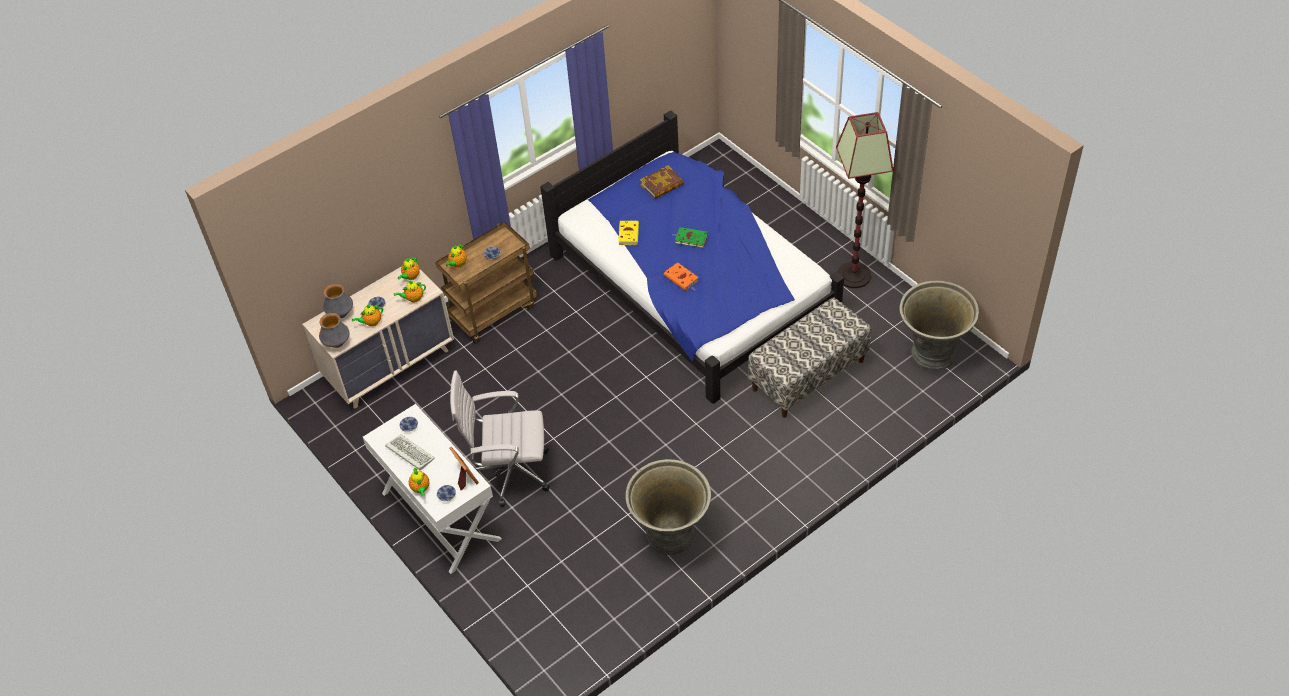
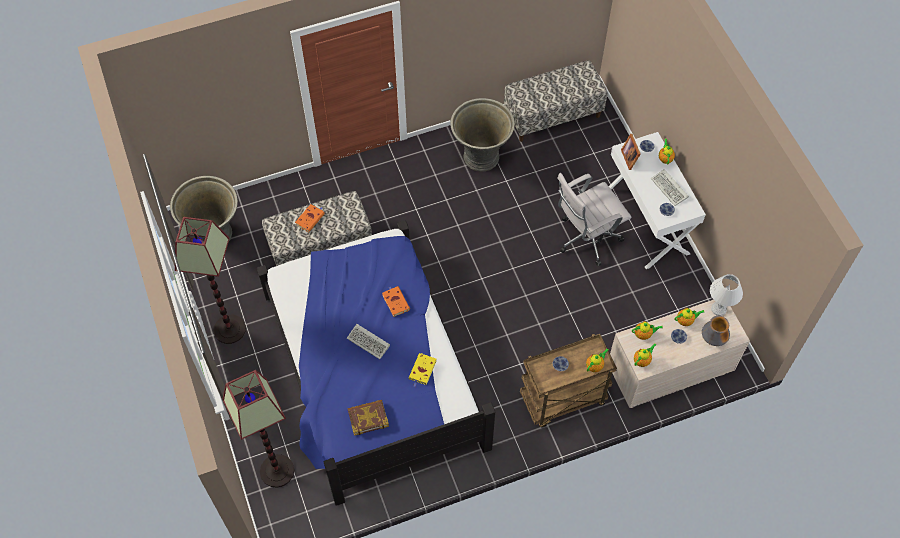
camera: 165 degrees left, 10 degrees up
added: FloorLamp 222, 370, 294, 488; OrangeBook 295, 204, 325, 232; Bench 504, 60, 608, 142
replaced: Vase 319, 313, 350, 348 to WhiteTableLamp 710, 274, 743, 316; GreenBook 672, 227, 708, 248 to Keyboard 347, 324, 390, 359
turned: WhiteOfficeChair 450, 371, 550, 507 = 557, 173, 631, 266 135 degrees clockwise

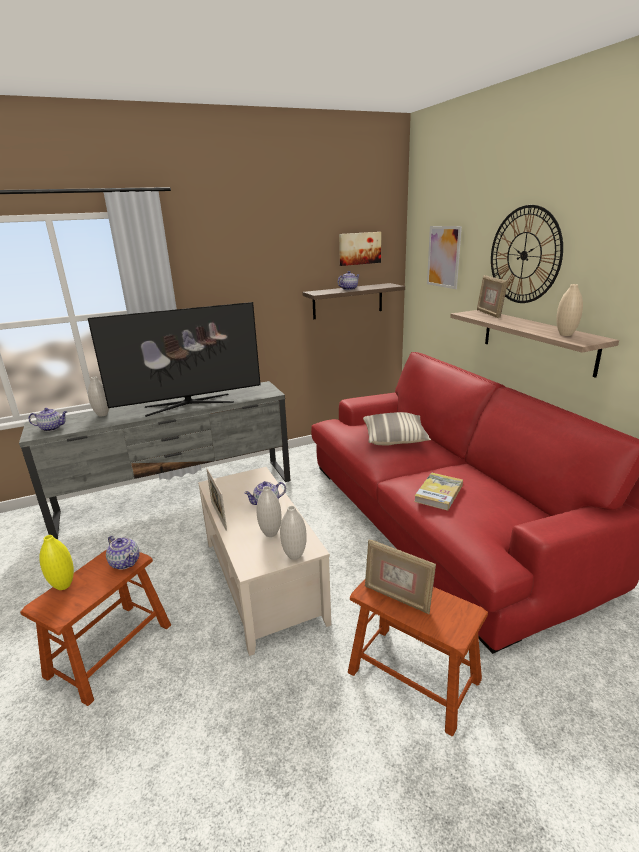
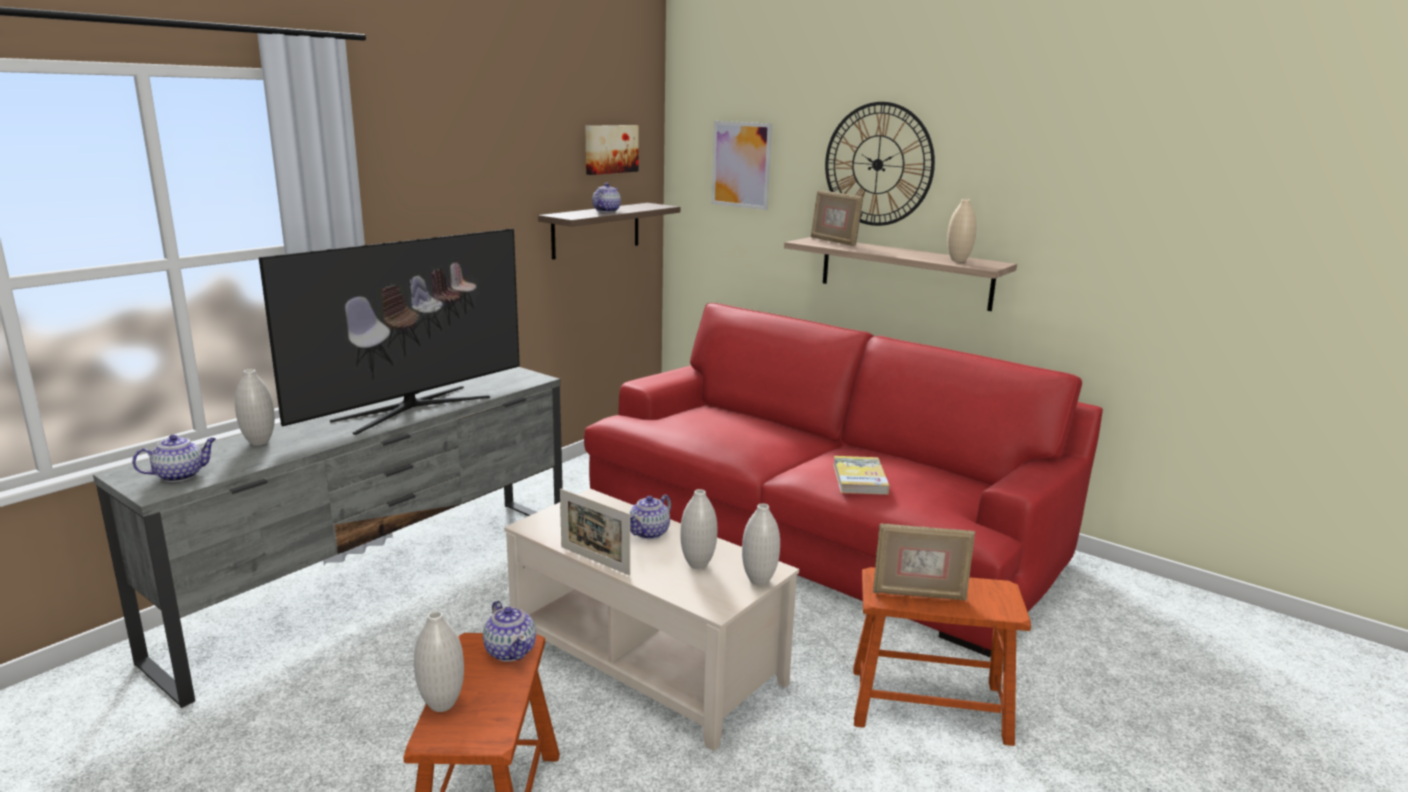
camera: 30 degrees left, 5 degrees down
removed: Pillow 363, 412, 431, 446
recoloured: YellowVase 39, 535, 74, 590 to WhiteVase 414, 611, 464, 712
turned: Teapot 106, 536, 139, 570 = 483, 601, 536, 662 45 degrees clockwise

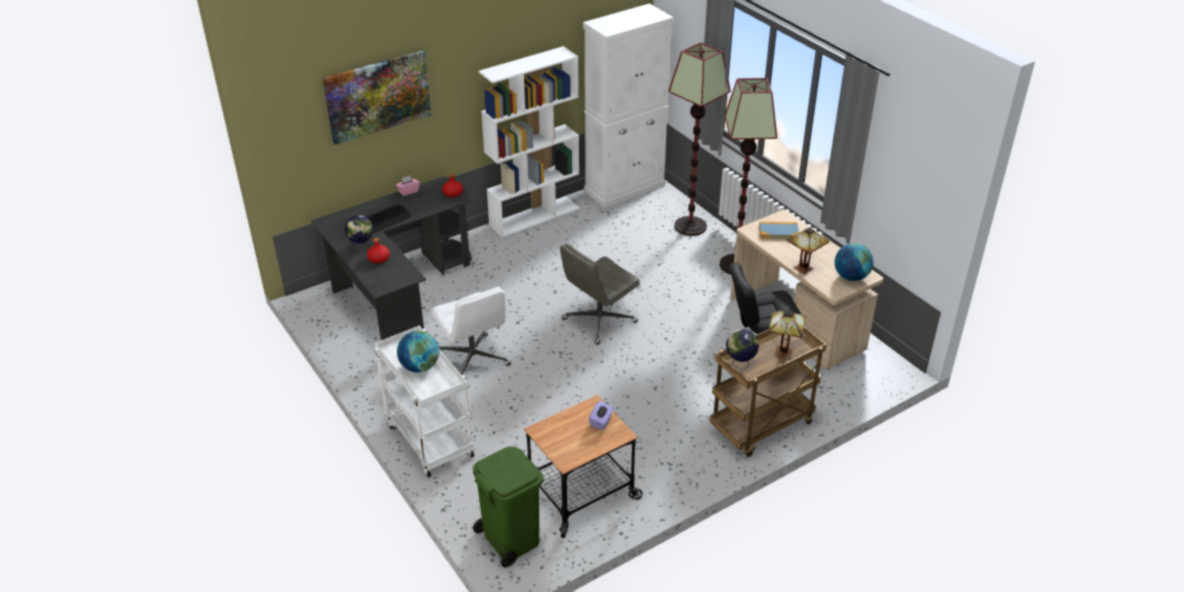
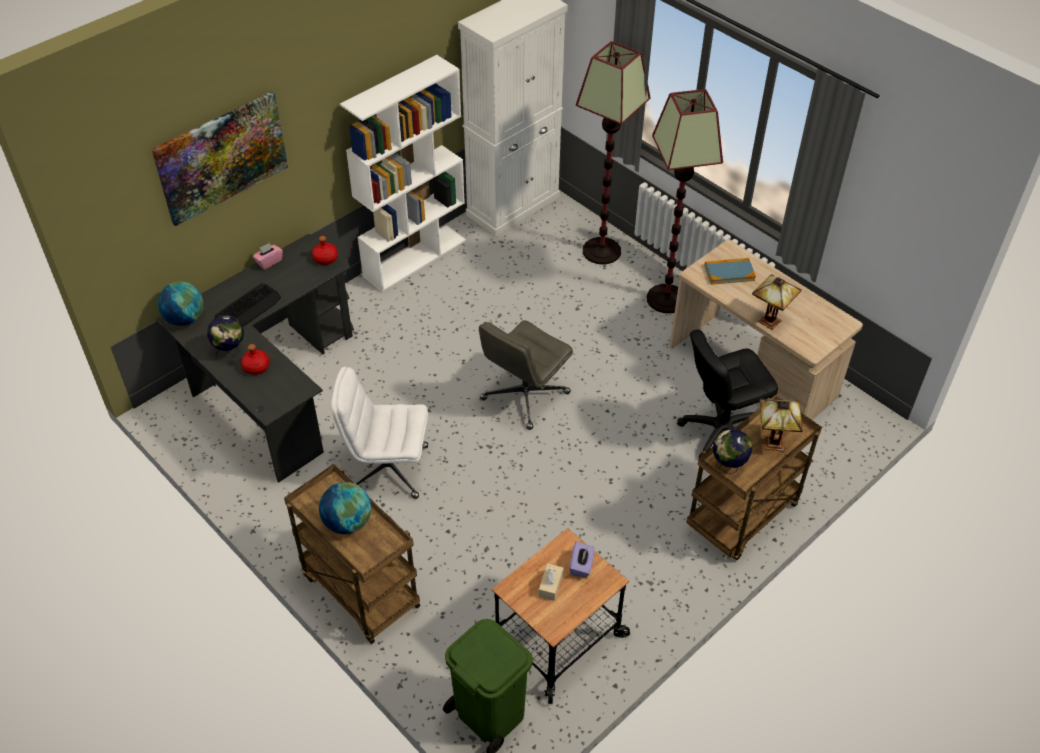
camera: 10 degrees left, 10 degrees up
added: BeigeTissueBox 538, 563, 563, 601
moved: Globe 835, 243, 873, 281 to 158, 281, 204, 326
recoloured: WhiteCart 374, 326, 474, 478 to BrownCart 284, 464, 420, 644
turned: WhiteOfficeChair 432, 287, 511, 375 = 331, 367, 428, 499 135 degrees clockwise

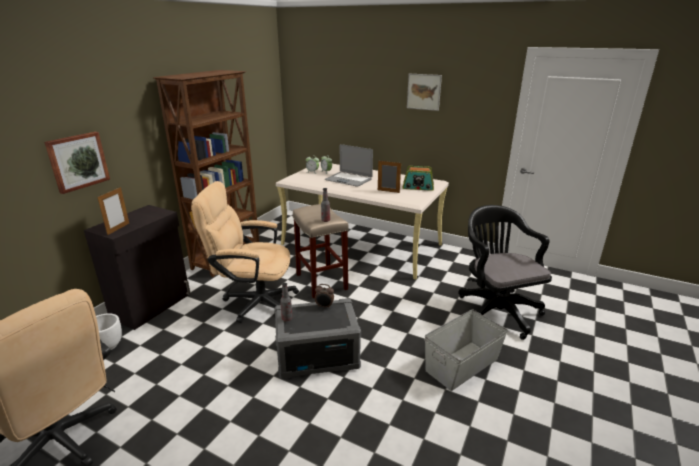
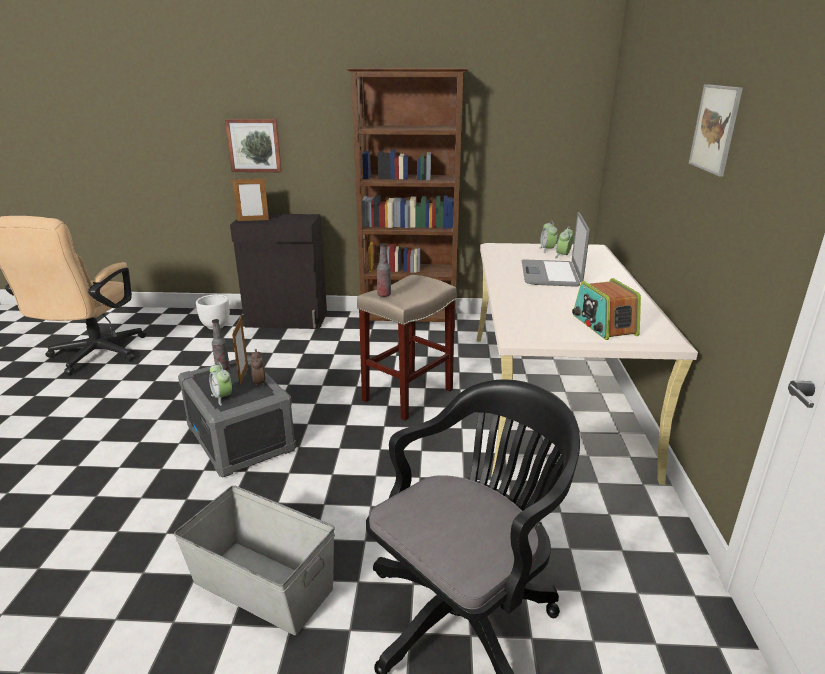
camera: 65 degrees right, 0 degrees up
removed: BeigeOfficeChair 191, 181, 299, 323
added: AlarmClock 209, 362, 232, 405
moved: PictureFrame 378, 161, 401, 193 to 232, 317, 248, 385

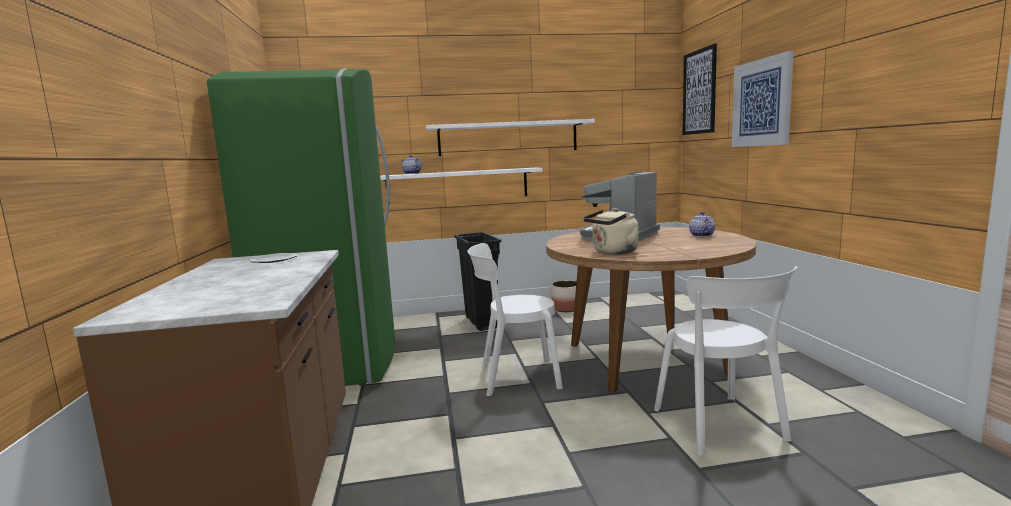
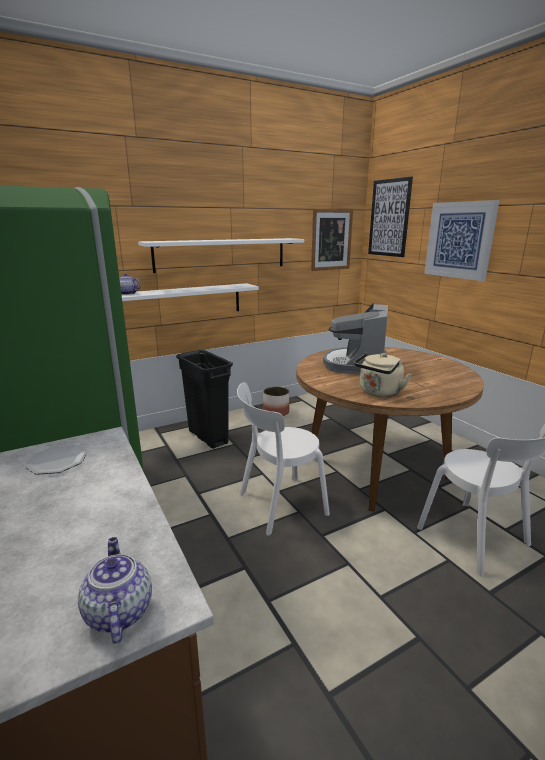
camera: 20 degrees left, 10 degrees up
added: Picture 311, 209, 353, 271
moved: Teapot 689, 212, 715, 237 to 78, 537, 152, 644

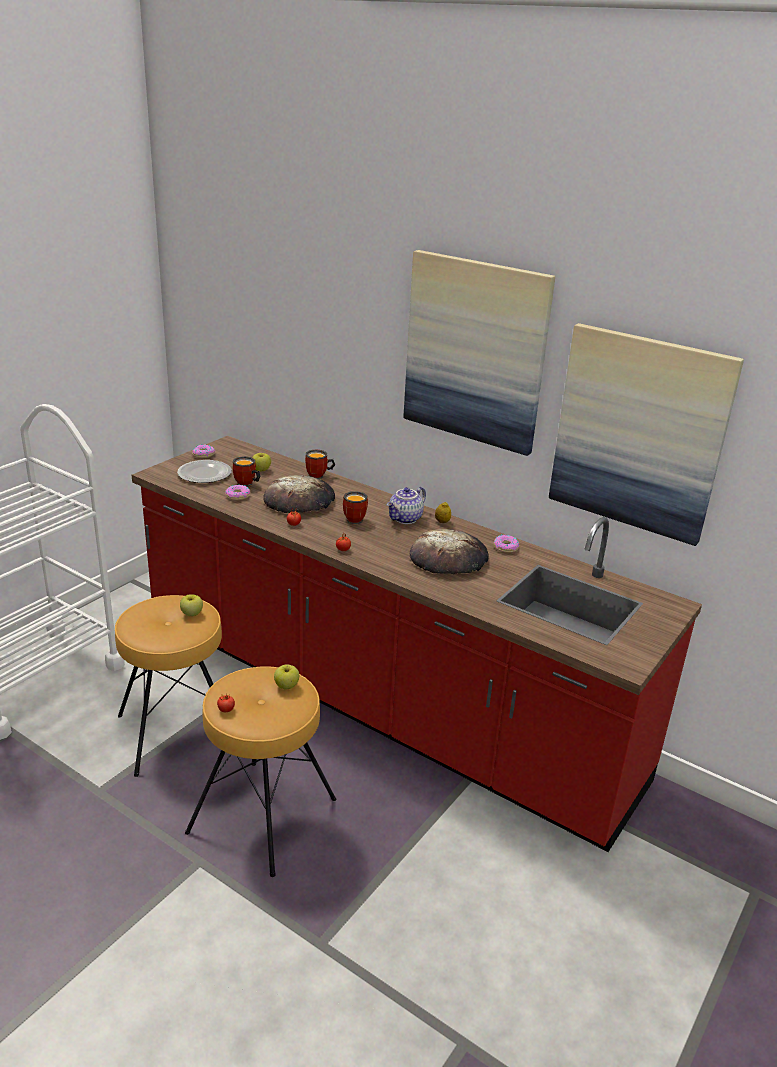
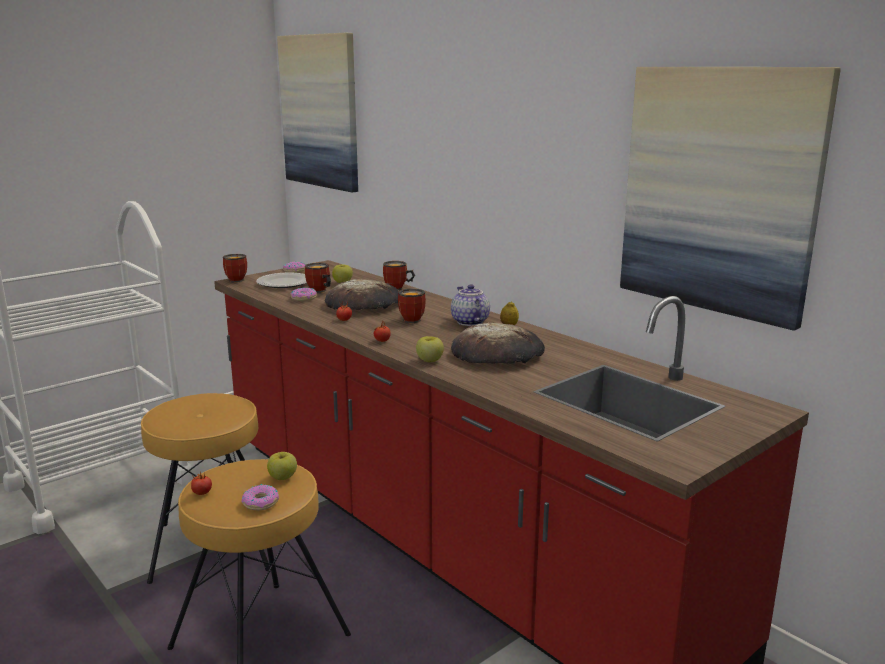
camera: 15 degrees right, 10 degrees down
added: Mug 223, 254, 247, 283
moved: Apple 180, 594, 203, 616 to 416, 336, 444, 362; Picture 403, 250, 555, 456 to 277, 33, 358, 193; Donut 494, 534, 519, 553 to 242, 484, 279, 510
turned: Teapot 386, 487, 426, 524 = 451, 284, 490, 326 105 degrees clockwise

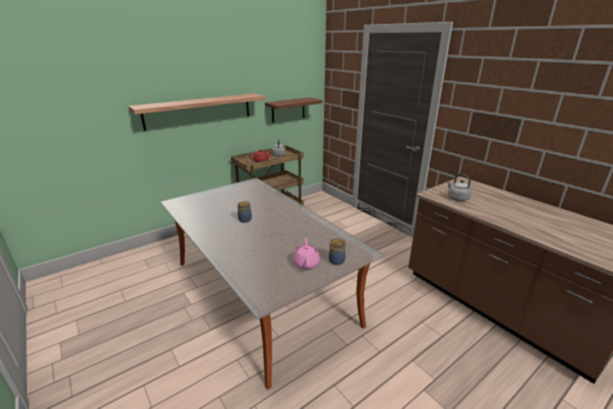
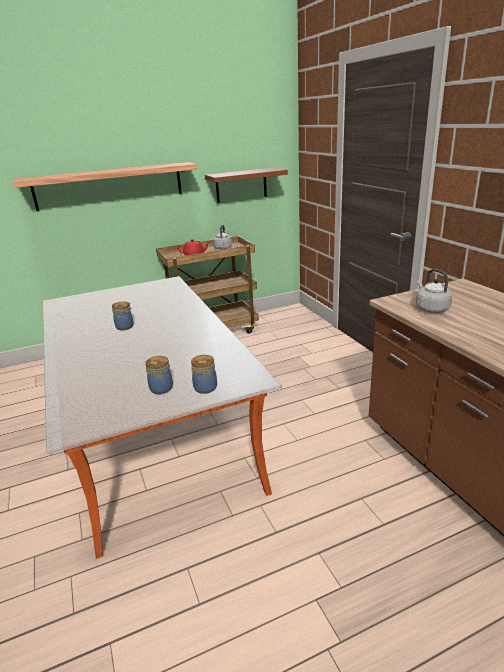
camera: 15 degrees right, 0 degrees up
replaced: PinkTeapot 293, 238, 320, 269 to Jar 145, 356, 173, 394

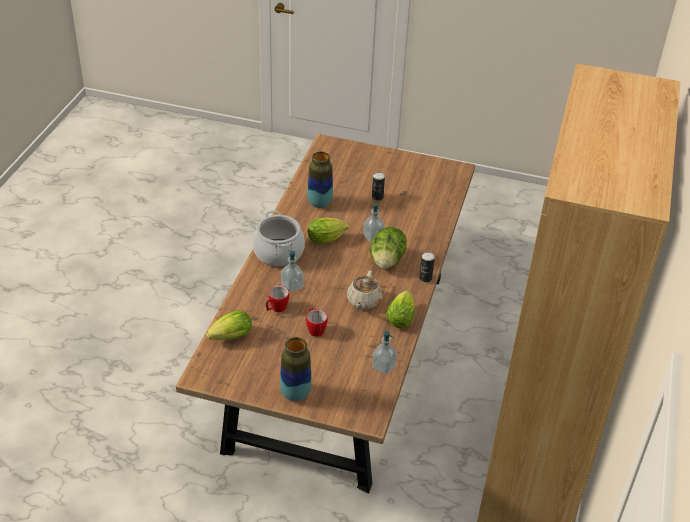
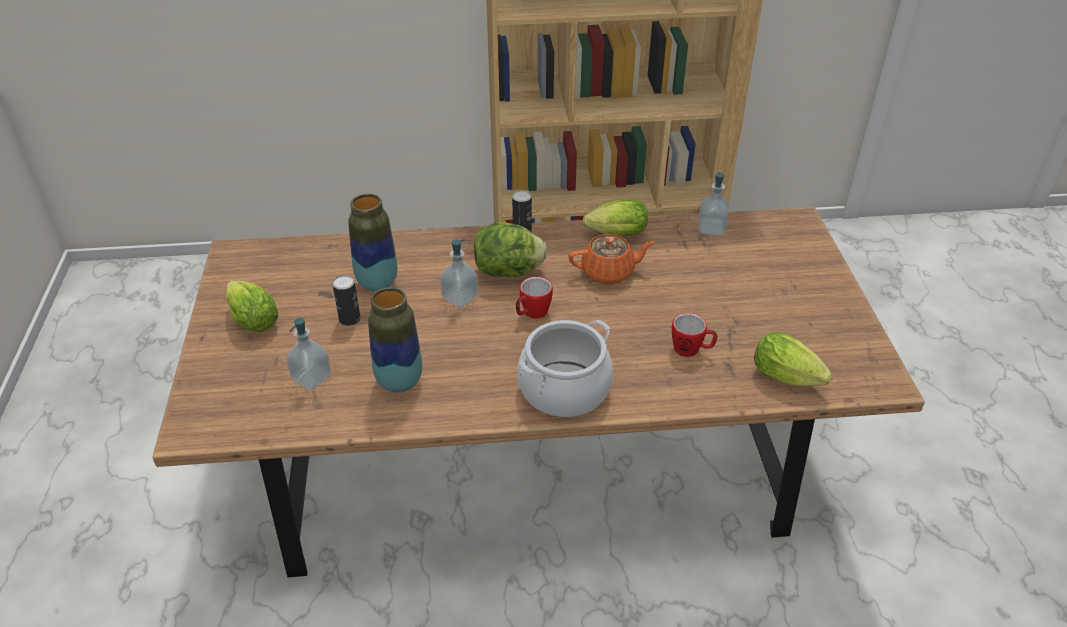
camera: 110 degrees left, 0 degrees up
moved: Vase 280, 337, 312, 401 to 348, 194, 397, 291; SoapDispenser 281, 250, 304, 292 to 286, 318, 331, 390; Mug 306, 307, 328, 337 to 516, 277, 553, 319; Lettuce 308, 218, 349, 244 to 226, 281, 278, 332
recoloured: BeigeTeapot 347, 271, 382, 309 to OrangeTeapot 568, 234, 655, 284

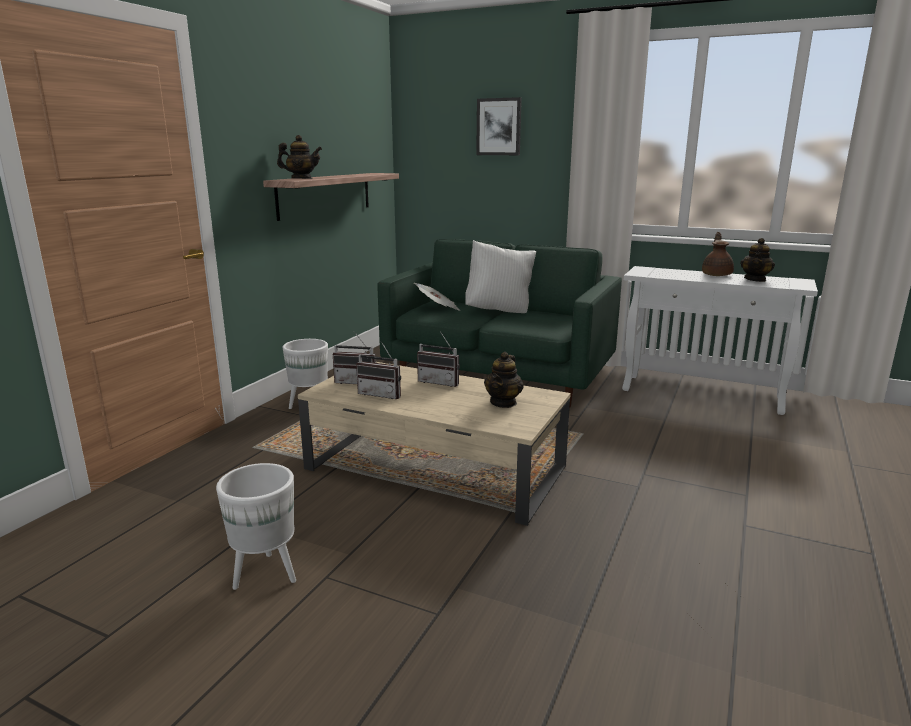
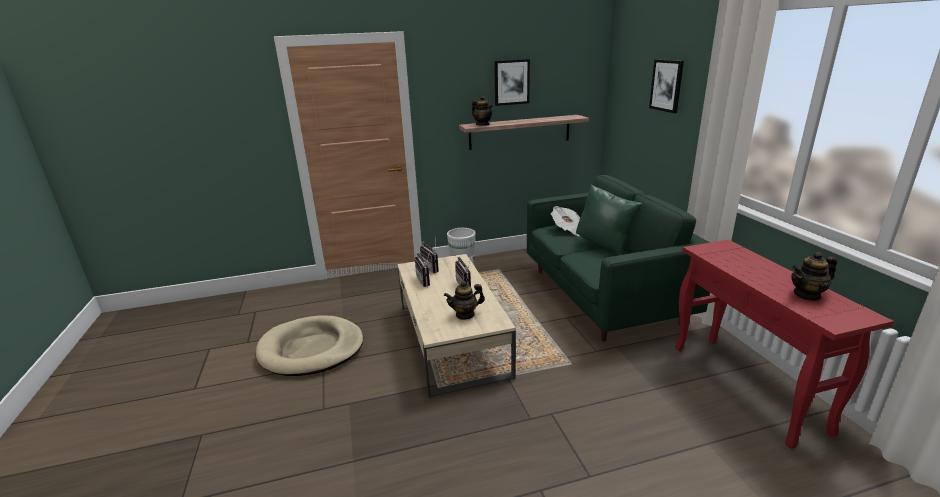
camera: 50 degrees right, 5 degrees up
removed: BrownTeapot 702, 232, 734, 276
added: Picture 494, 59, 530, 106
replaced: WhitePlanter 216, 463, 296, 590 to BeigeDogBed 256, 315, 364, 376
recoloured: WhitePillow 465, 240, 536, 313 to GreenPillow 576, 185, 642, 253; WhiteConsoleTable 622, 266, 818, 415 to RedConsoleTable 675, 240, 894, 449

